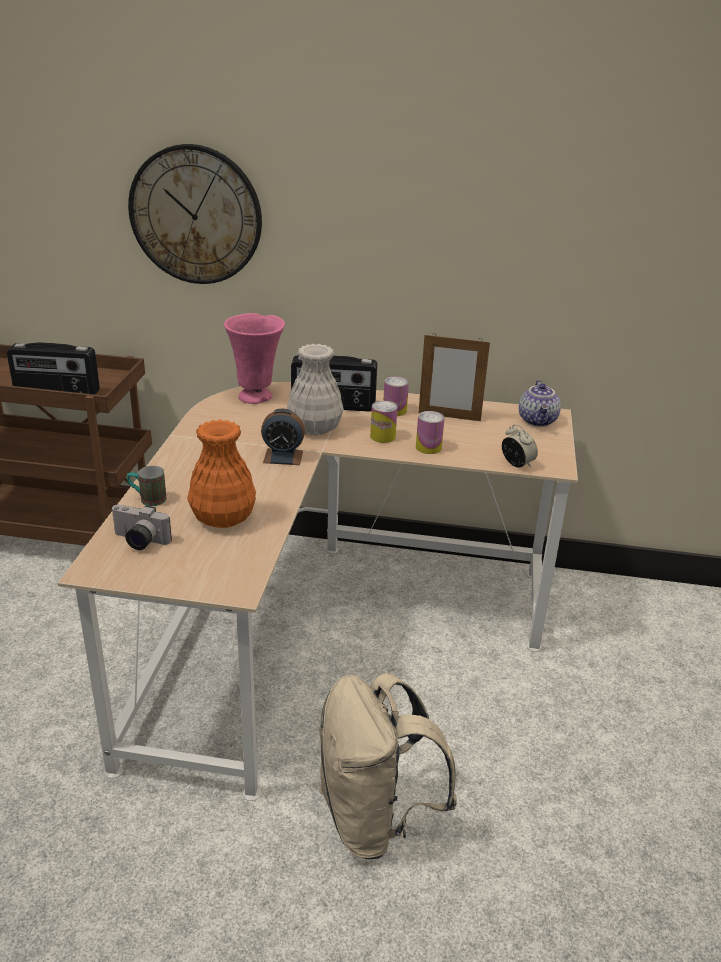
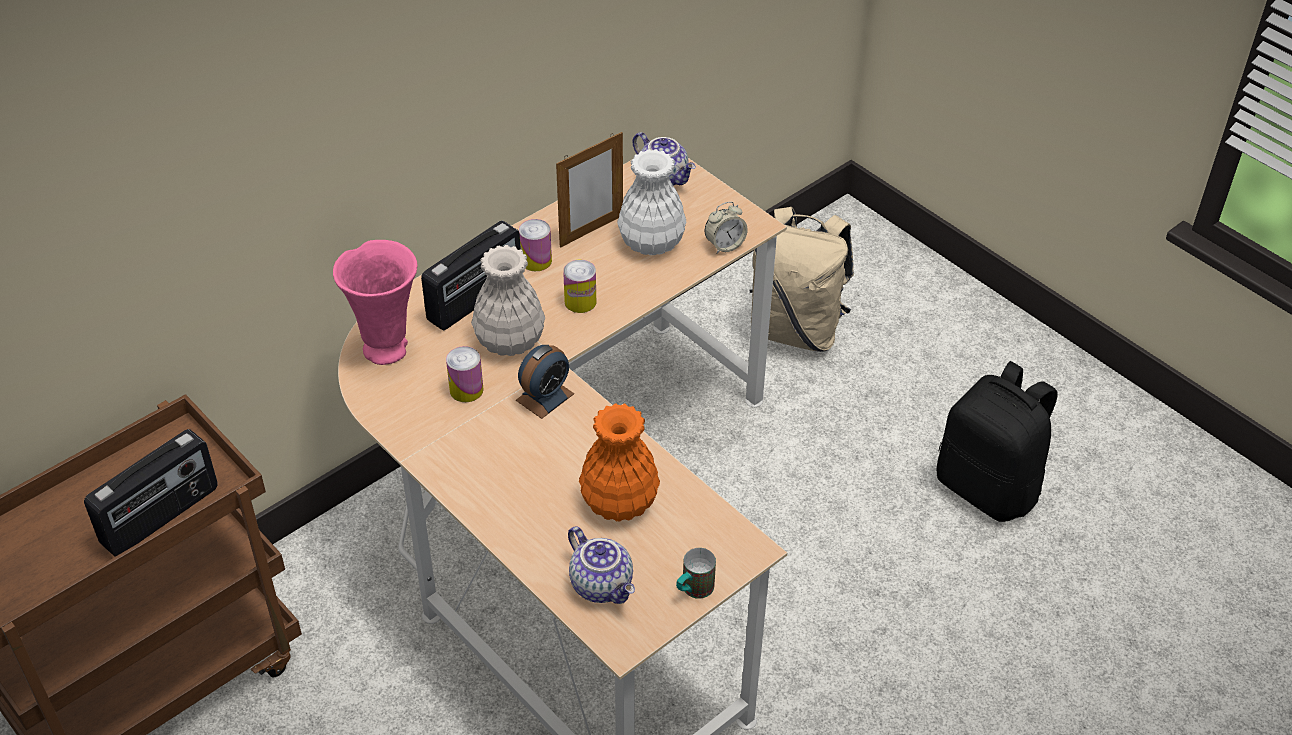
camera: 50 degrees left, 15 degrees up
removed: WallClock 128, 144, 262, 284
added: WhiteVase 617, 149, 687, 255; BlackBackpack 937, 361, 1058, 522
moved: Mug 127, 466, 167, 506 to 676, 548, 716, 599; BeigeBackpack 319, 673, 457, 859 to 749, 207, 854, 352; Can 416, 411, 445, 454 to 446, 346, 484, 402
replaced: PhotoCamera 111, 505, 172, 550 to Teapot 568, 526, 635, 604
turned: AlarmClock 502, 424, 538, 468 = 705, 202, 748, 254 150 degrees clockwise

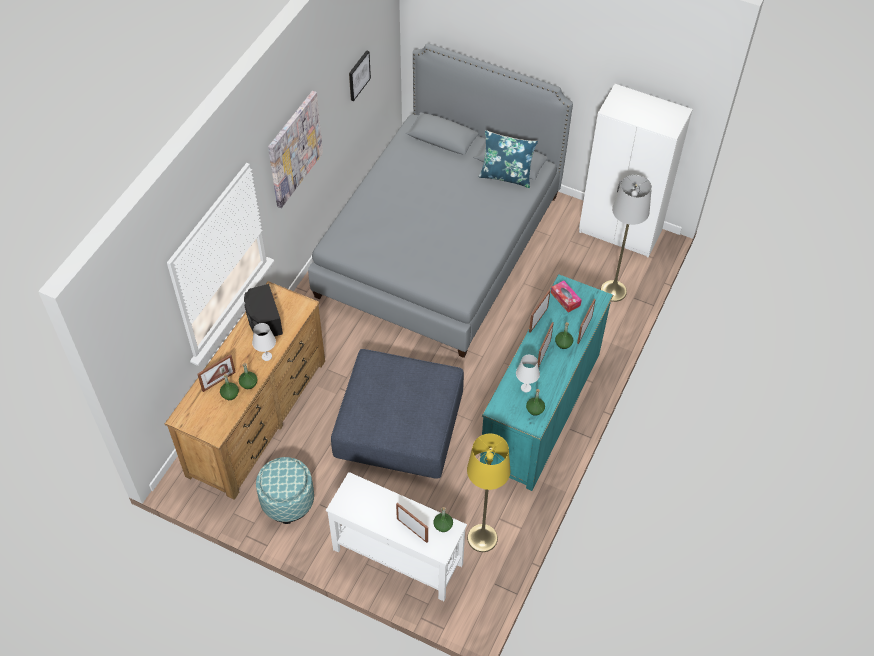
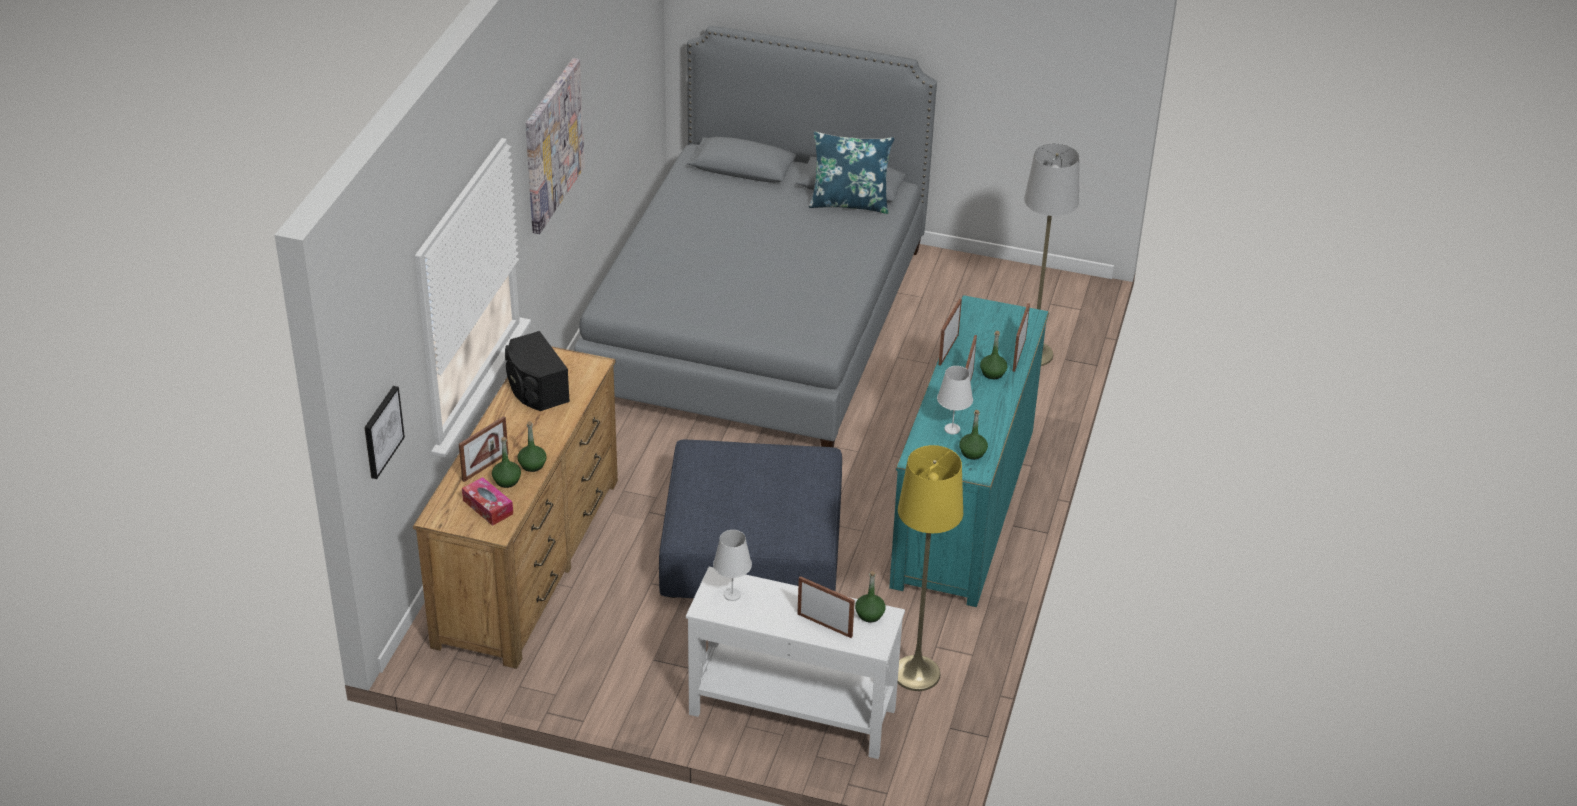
camera: 10 degrees left, 15 degrees down
removed: Ottoman 256, 457, 314, 524; WhiteWardrobe 579, 84, 693, 258
moved: WhiteTableLamp 252, 323, 276, 361 to 713, 530, 752, 601; Picture 349, 50, 371, 101 to 364, 386, 405, 479; TissueBox 551, 280, 582, 313 to 462, 477, 513, 526

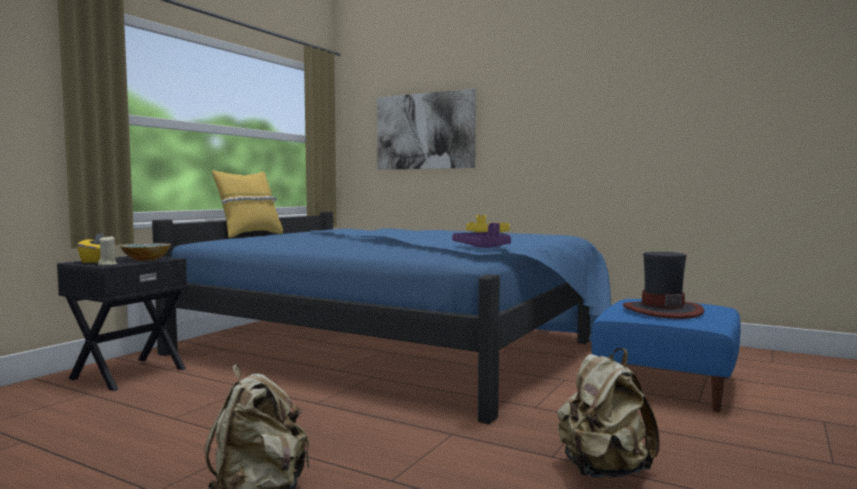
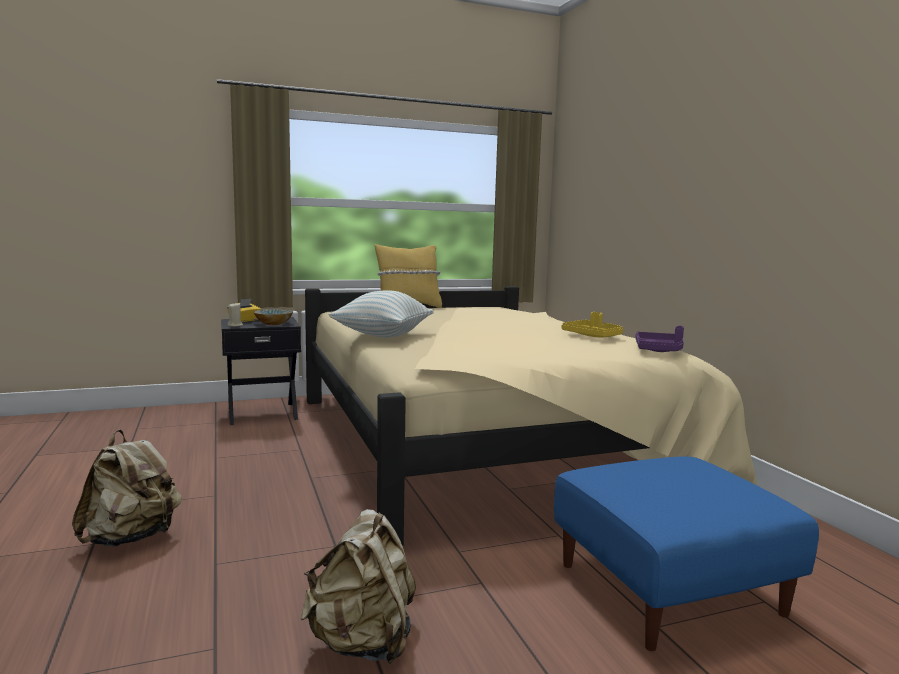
camera: 40 degrees right, 5 degrees up
removed: Picture 377, 88, 476, 170; Hat 623, 252, 704, 319
added: Pillow 328, 290, 434, 337
moved: PurpleTray 452, 223, 511, 248 to 635, 326, 684, 352
recoloured: BlueBed 152, 212, 611, 424 to BeigeBed 305, 286, 757, 546

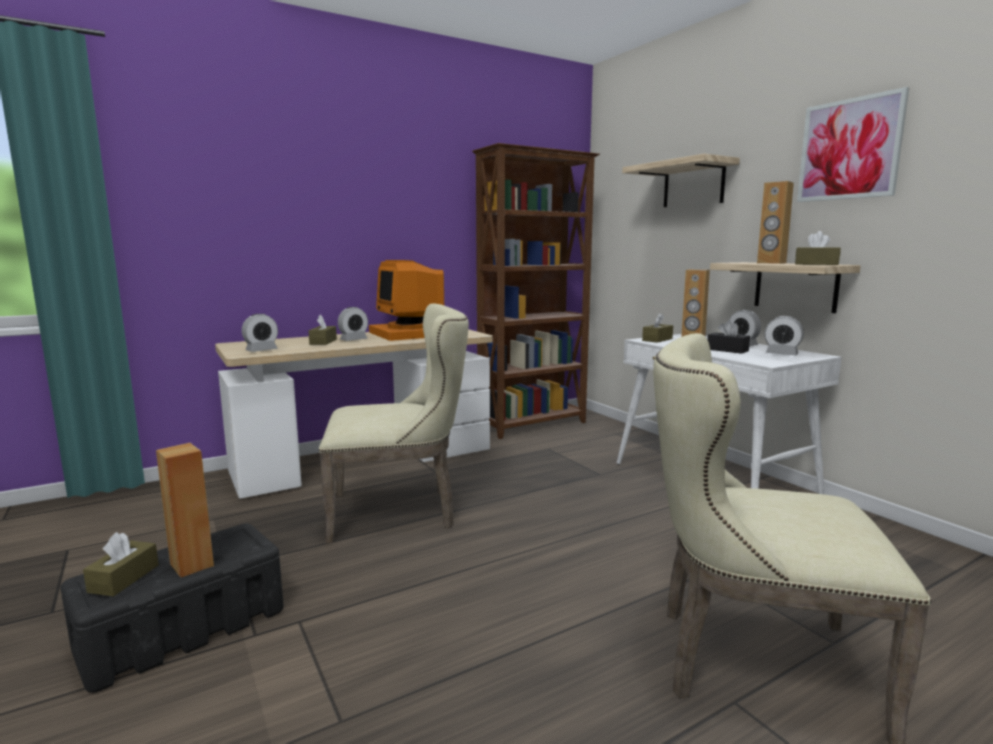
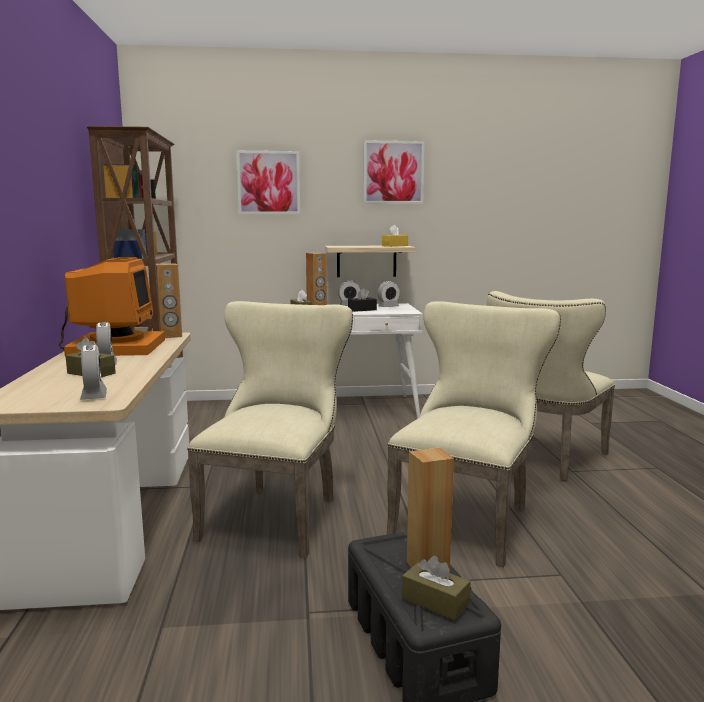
camera: 65 degrees left, 0 degrees up
added: BeigeChair 387, 301, 561, 567
moved: BrownSpeaker 757, 181, 794, 264 to 155, 263, 182, 338
replaced: Shelf 622, 154, 740, 207 to Picture 236, 151, 300, 215
recoloured: BrownTissueBox 795, 231, 841, 265 to YellowTissueBox 382, 225, 408, 247
turned: Monitor 369, 260, 444, 341 = 59, 257, 165, 356 90 degrees counterclockwise

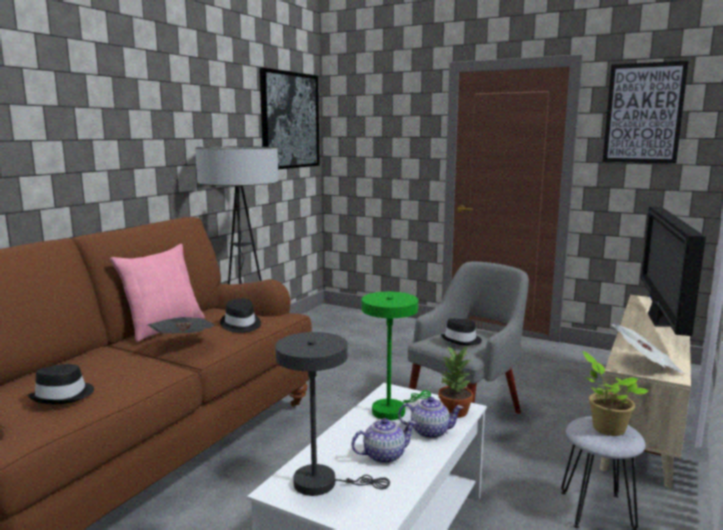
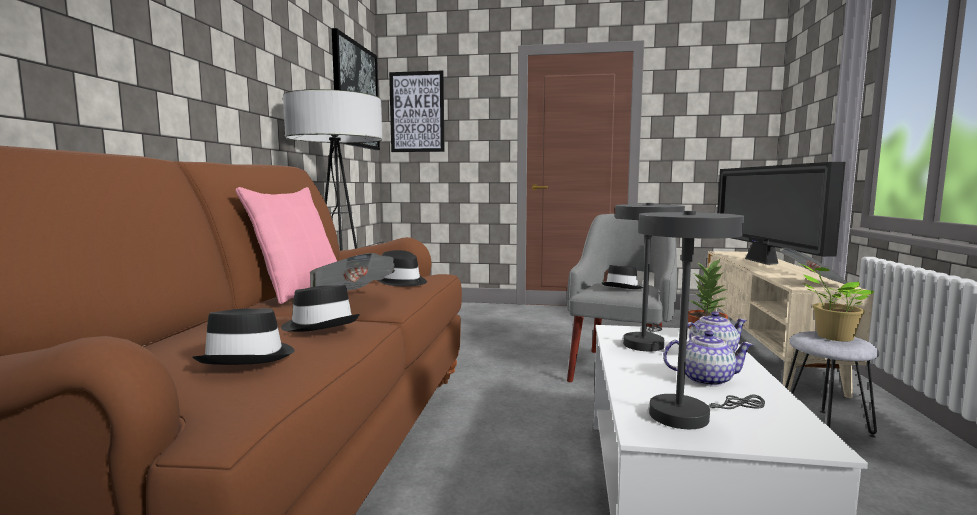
camera: 20 degrees left, 5 degrees down
added: BlackHat 281, 285, 360, 332
moved: Picture 603, 61, 689, 164 to 389, 70, 444, 152
recoloured: GreenTableLamp 362, 291, 431, 420 to GreyTableLamp 615, 203, 685, 351
turned: Teapot 352, 418, 416, 464 = 663, 330, 754, 386 45 degrees clockwise

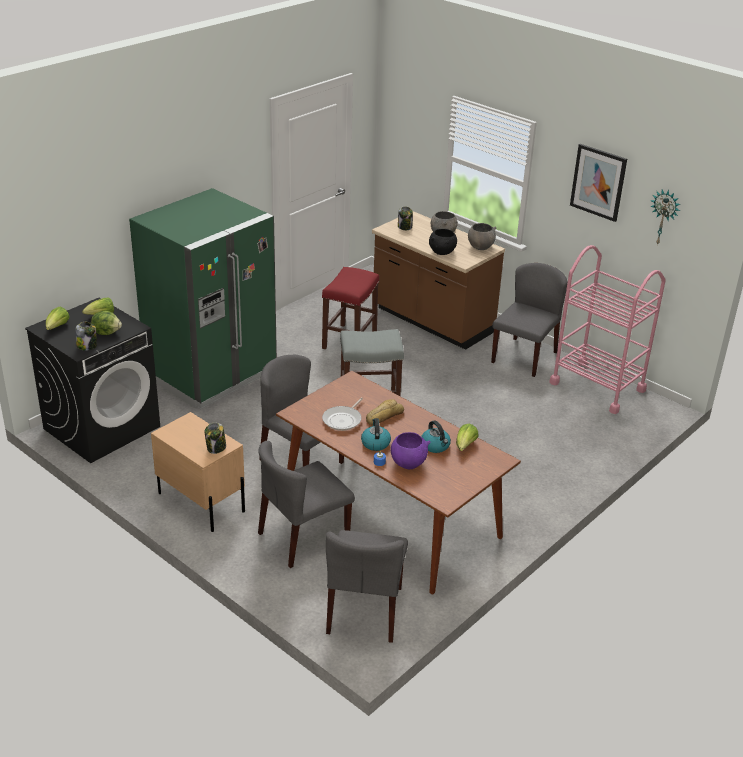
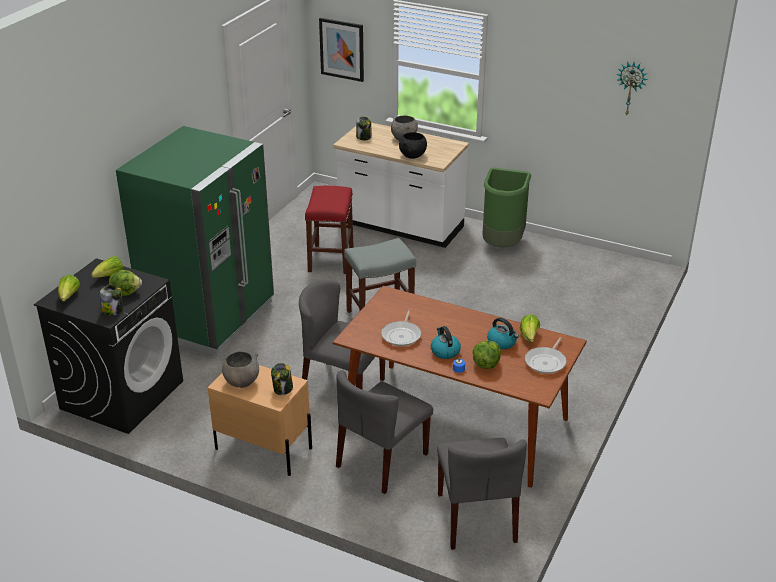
camera: 15 degrees left, 0 degrees up
removed: Bread 366, 399, 404, 425; PinkCart 549, 245, 666, 414
added: FryingPan 525, 337, 567, 374
moved: GreyBowl 468, 223, 496, 250 to 222, 351, 259, 388; Picture 570, 144, 627, 222 to 319, 18, 364, 82
replaced: PurpleBowl 391, 432, 430, 469 to Lettuce 473, 341, 501, 369; GreyChair 491, 263, 567, 377 to GreenTrashCan 482, 168, 531, 247
recoloured: BrownCounter 372, 211, 505, 350 to WhiteCounter 333, 123, 469, 248

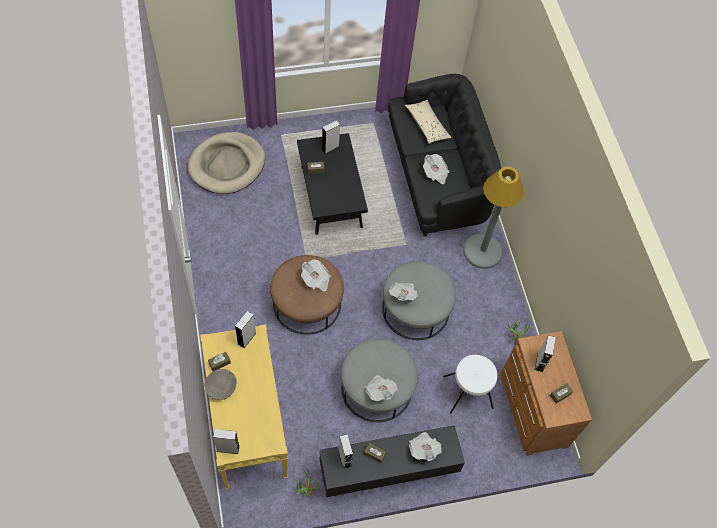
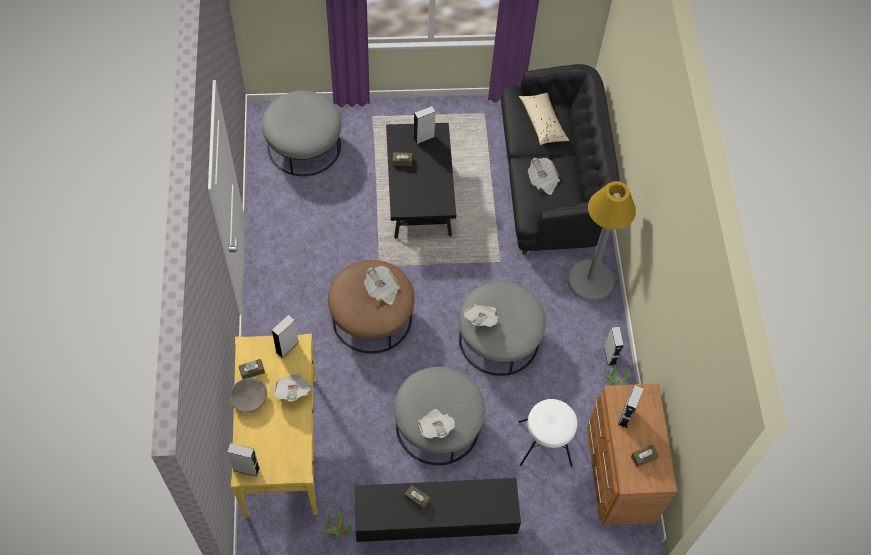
camera: 10 degrees right, 0 degrees up
moved: GreySpeaker 338, 434, 353, 469 to 604, 327, 624, 366; Newspaper 409, 432, 442, 461 to 273, 373, 311, 402
replaced: BeigeDogBed 188, 132, 265, 194 to GreyOttoman 262, 90, 341, 176

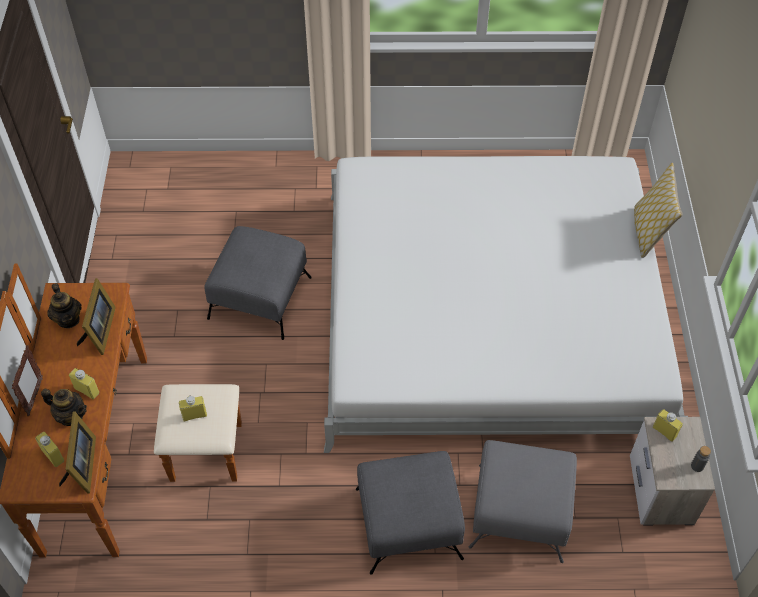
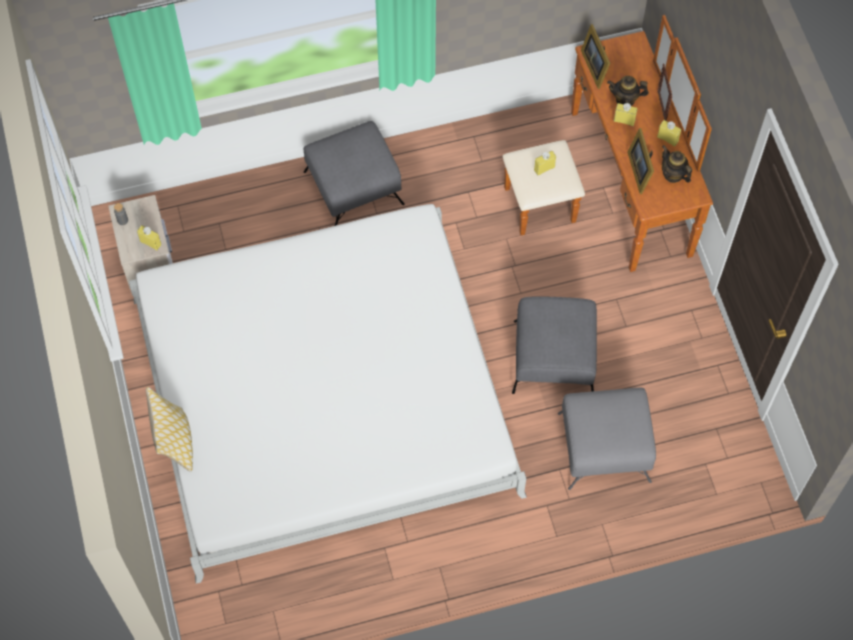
camera: 165 degrees right, 10 degrees up
moved: YellowBottle 35, 432, 64, 467 to 657, 120, 681, 146; GreyOttoman 469, 440, 577, 563 to 558, 388, 656, 490

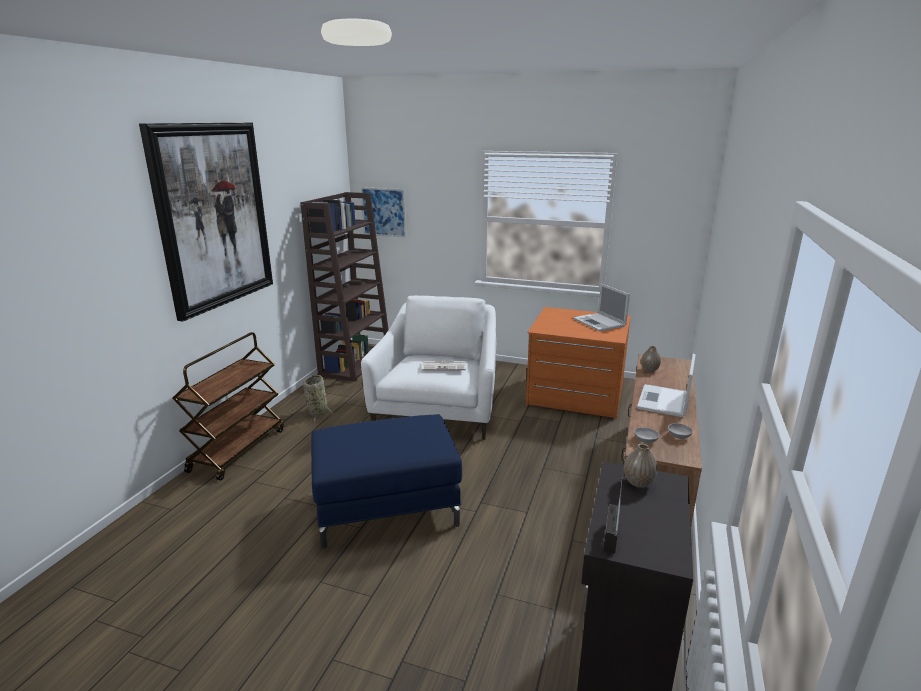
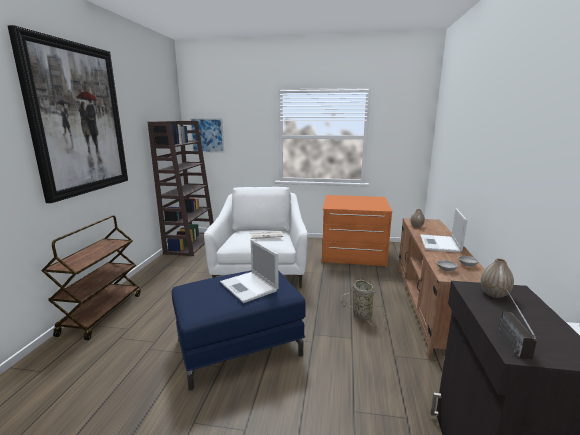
camera: 10 degrees left, 5 degrees down
moved: Basket 303, 375, 334, 422 to 341, 280, 387, 326; Laptop 573, 284, 630, 331 to 220, 239, 279, 303

